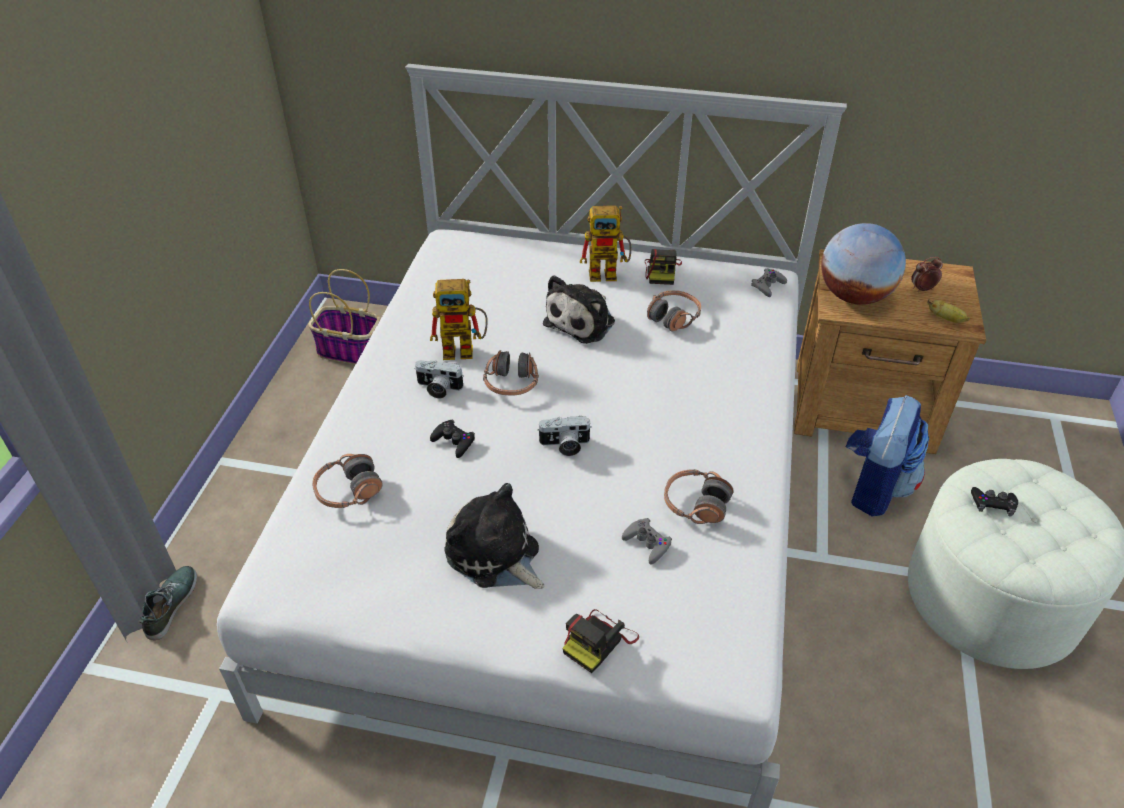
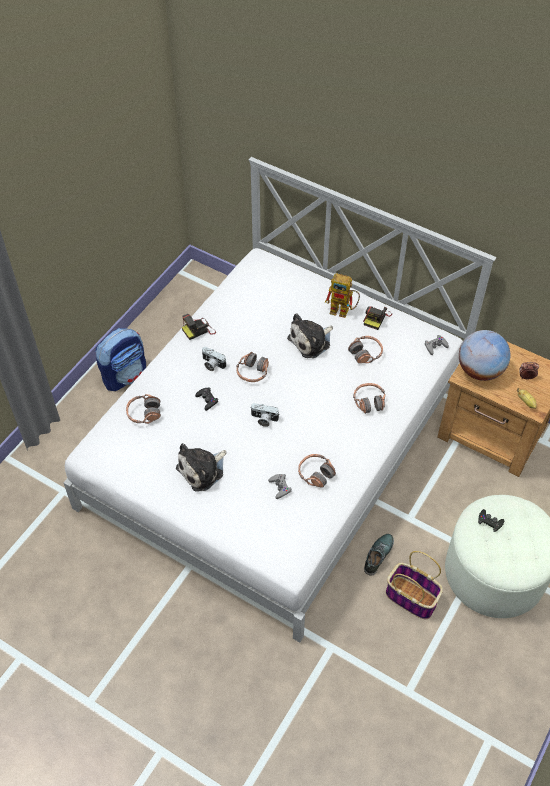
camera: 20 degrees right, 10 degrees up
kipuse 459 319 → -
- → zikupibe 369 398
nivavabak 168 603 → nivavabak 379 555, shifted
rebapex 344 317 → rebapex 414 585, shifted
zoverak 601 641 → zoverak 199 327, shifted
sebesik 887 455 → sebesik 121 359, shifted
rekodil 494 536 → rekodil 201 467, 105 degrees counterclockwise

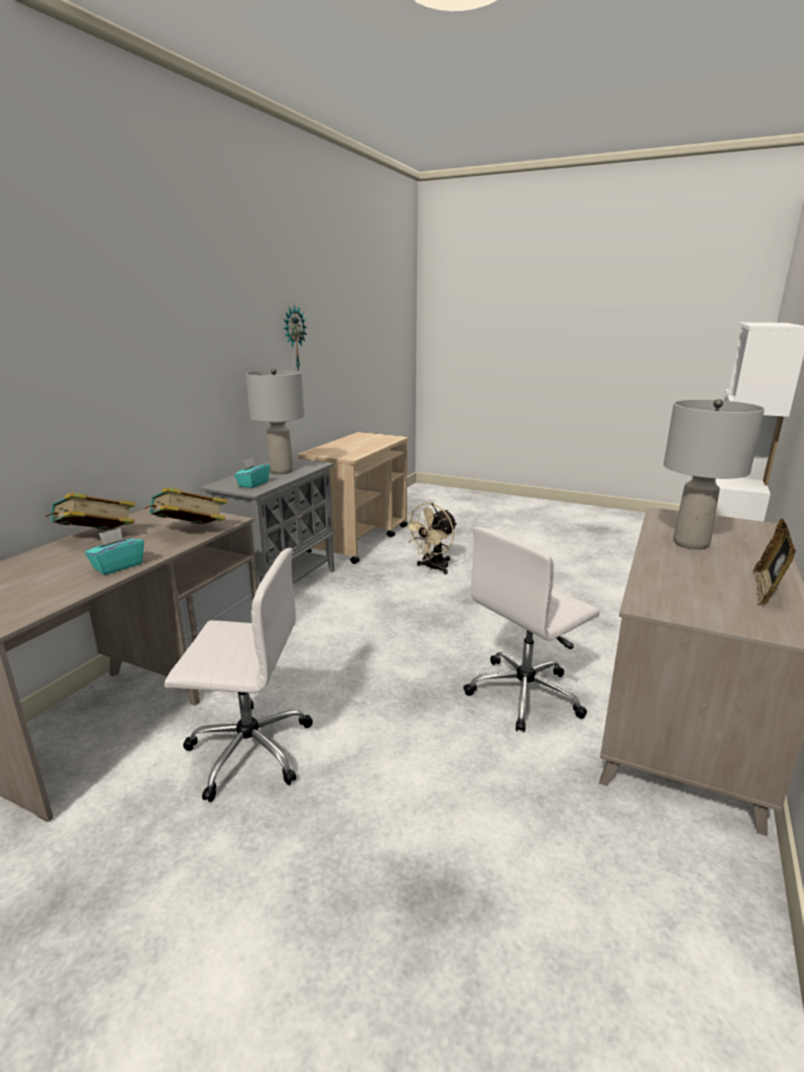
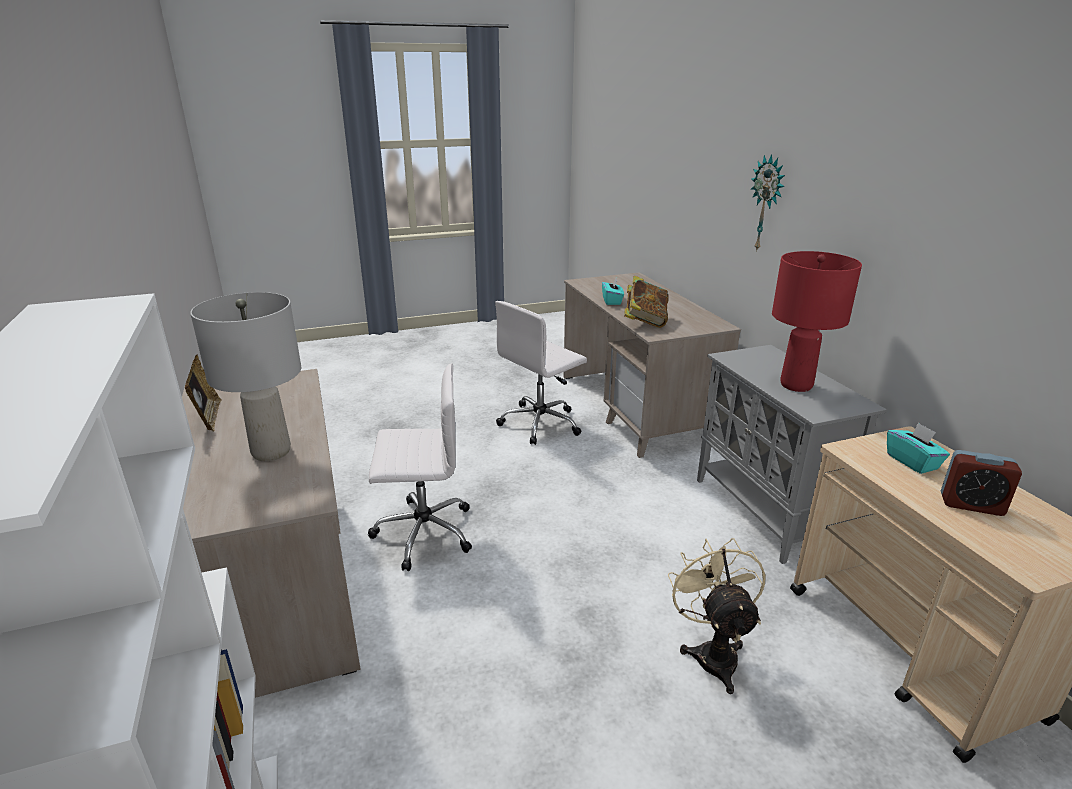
camera: 135 degrees right, 5 degrees up
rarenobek 90 511 → -
- → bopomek 981 483
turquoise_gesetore 252 472 → turquoise_gesetore 918 448, shifted
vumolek 295 338 → vumolek 768 203, shifted
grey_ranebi 274 421 → red_ranebi 817 321
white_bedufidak 531 629 → white_bedufidak 420 467, 75 degrees clockwise

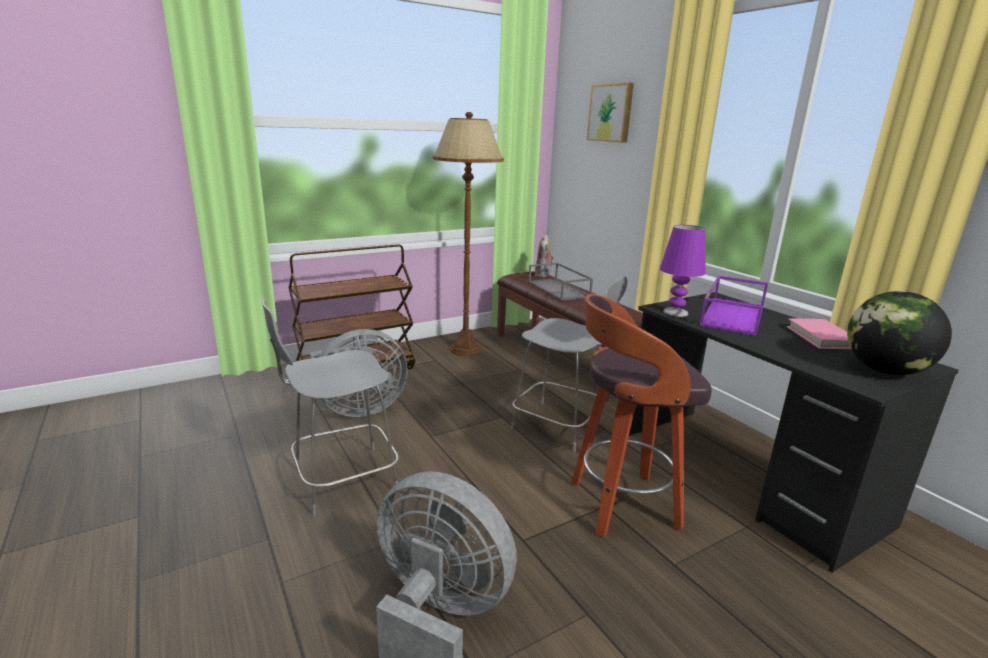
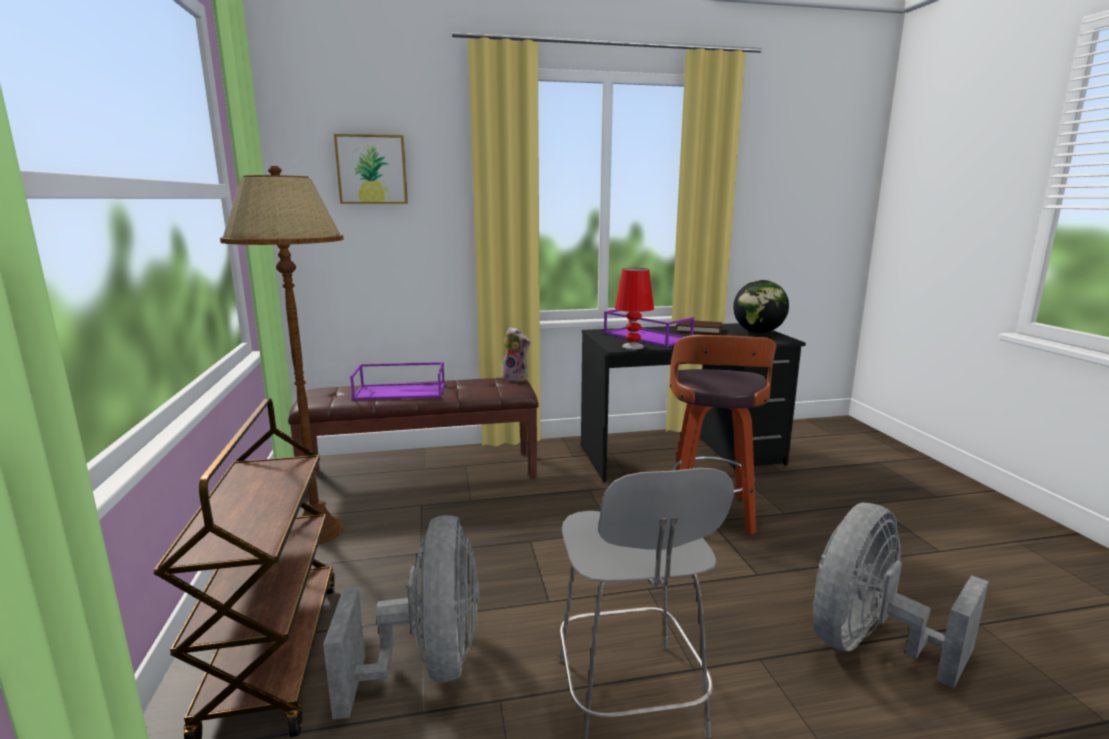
camera: 70 degrees left, 5 degrees down
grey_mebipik 569 364 → -
rekodil 544 256 → rekodil 516 354, shifted
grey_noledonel 560 282 → purple_noledonel 397 381
purple_ranebi 683 271 → red_ranebi 634 308
pink_rarenobek 819 333 → brown_rarenobek 699 327

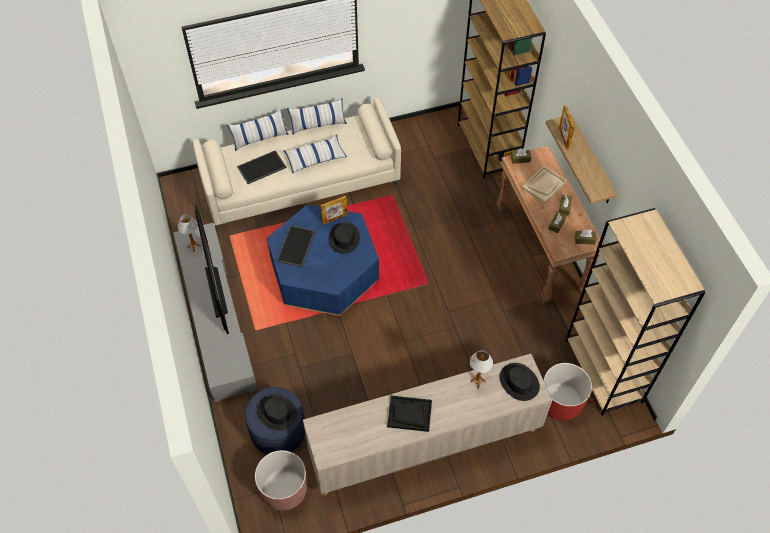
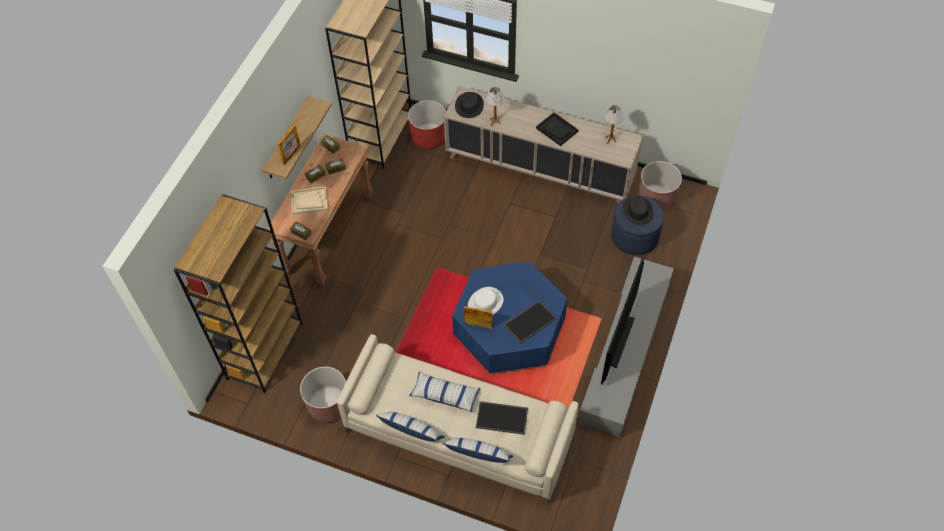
camera: 140 degrees left, 0 degrees up
- → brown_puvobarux 323 394
ranebi 189 233 → ranebi 614 124, shifted
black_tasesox 344 238 → white_tasesox 486 301

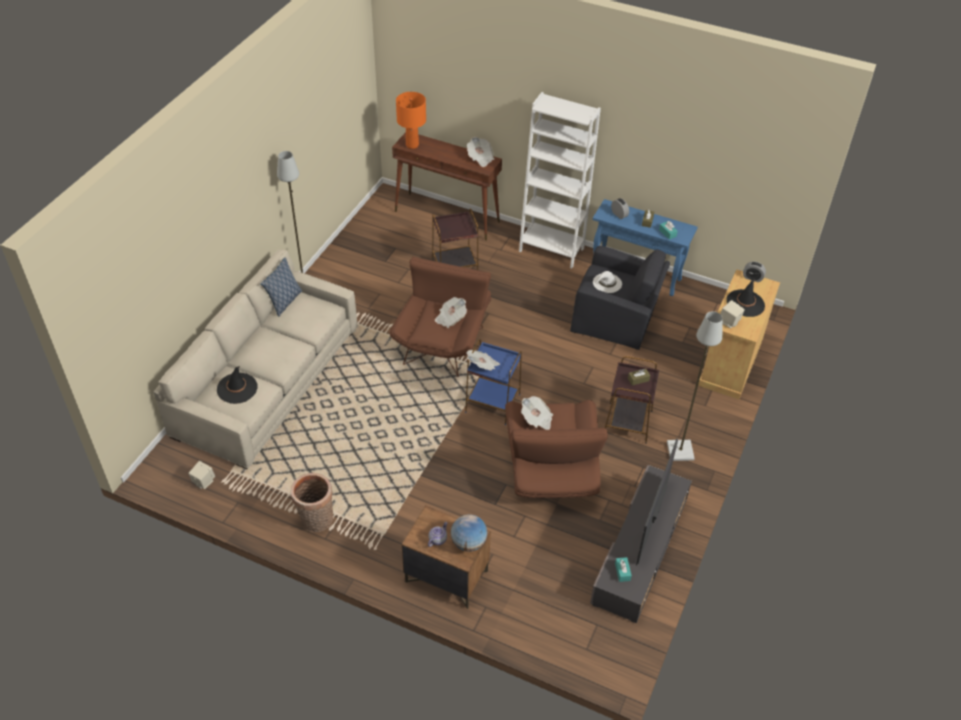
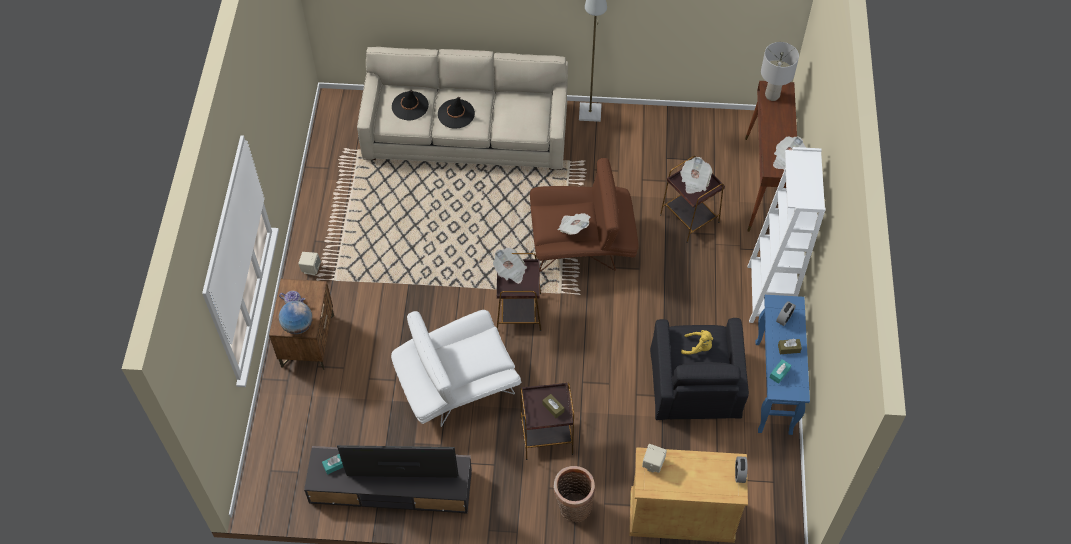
camera: 70 degrees right, 10 degrees up
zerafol 281 287 → -
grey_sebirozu 695 386 → -
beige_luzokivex 201 475 → beige_luzokivex 309 264, shifted
rebapex 312 502 → rebapex 574 494, shifted
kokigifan 537 413 → kokigifan 696 175, shifted
black_tasesox 745 298 → black_tasesox 456 113, shifted
white_tasesox 607 282 → yellow_rekodil 697 342
orange_ranebi 411 120 → grey_ranebi 780 71
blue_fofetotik 493 382 → brown_fofetotik 519 292
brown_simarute 556 449 → white_simarute 456 368

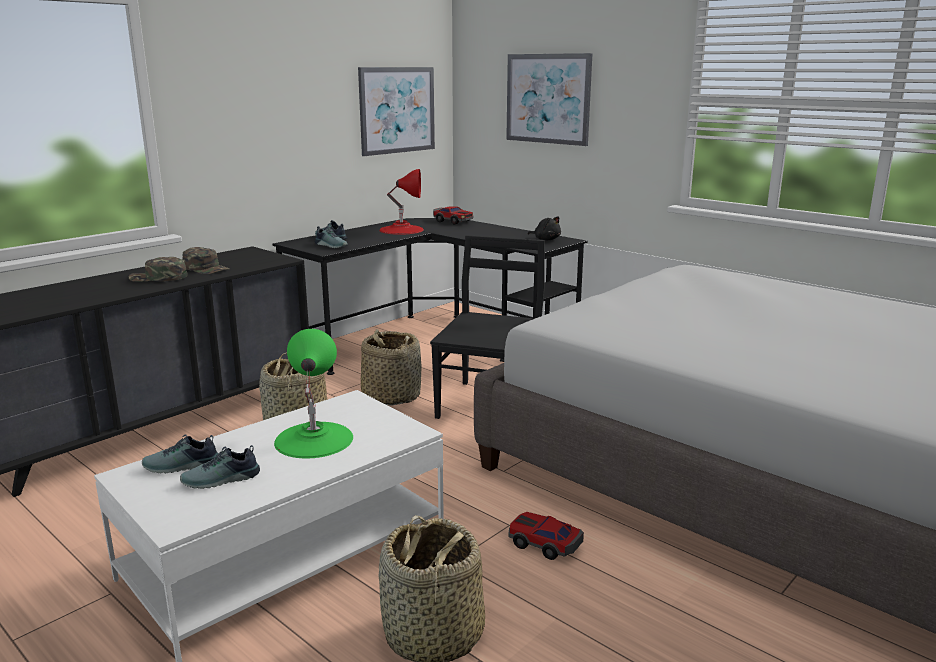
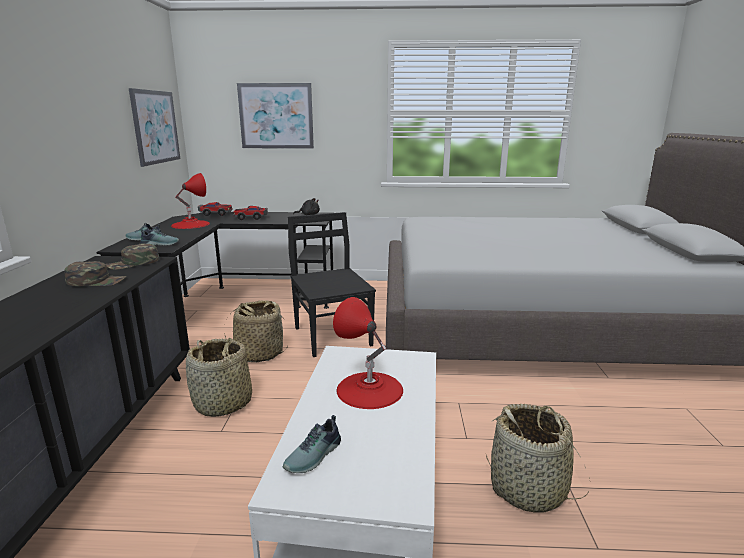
camera: 40 degrees left, 0 degrees up
nivavabak 220 467 → -
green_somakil 158 269 → green_somakil 132 257, shifted
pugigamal 546 536 → pugigamal 250 213, shifted
green_ranebi 313 393 → red_ranebi 368 353

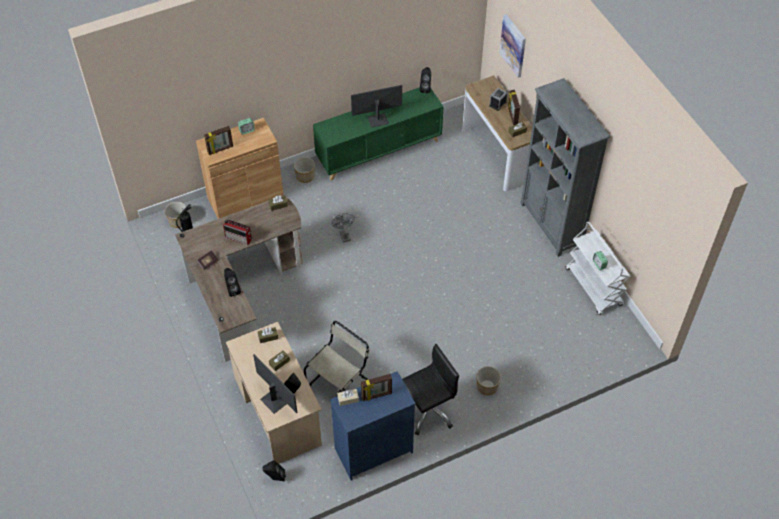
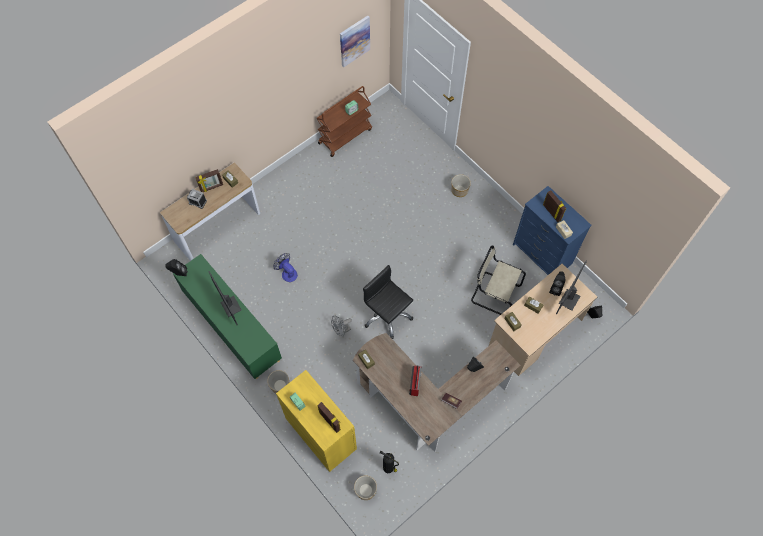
camera: 105 degrees left, 10 degrees up
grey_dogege 565 167 → -
- → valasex 285 267
black_bedufidak 430 389 → black_bedufidak 388 302, shifted
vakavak 512 46 → vakavak 355 41, shifted
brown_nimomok 240 168 → yellow_nimomok 316 421
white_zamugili 598 268 → brown_zamugili 344 121

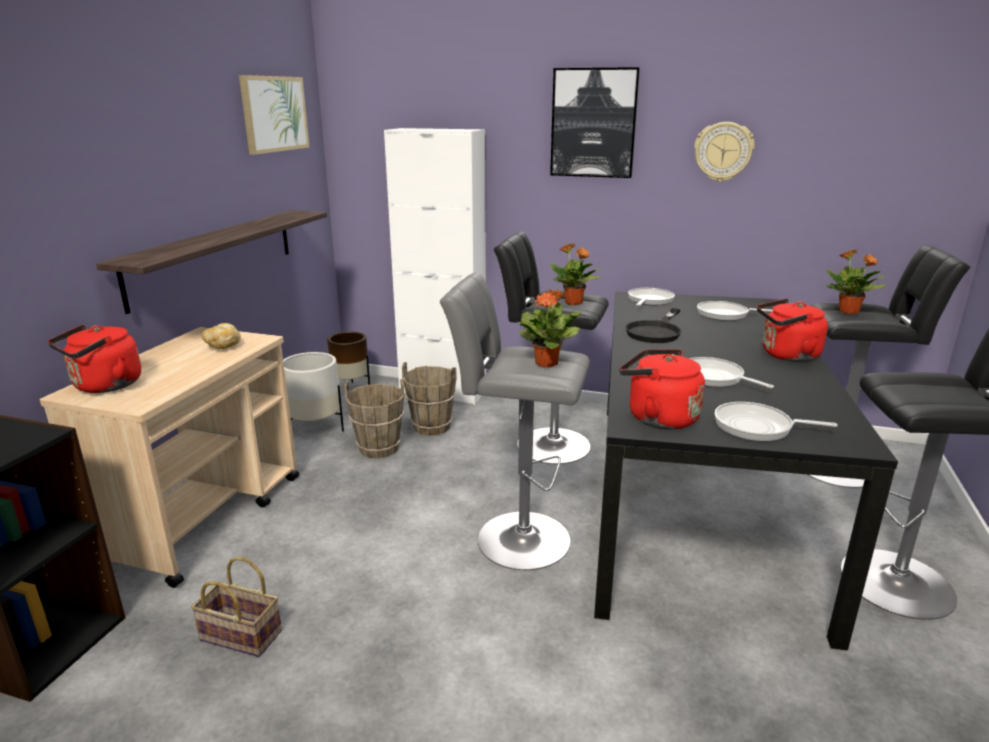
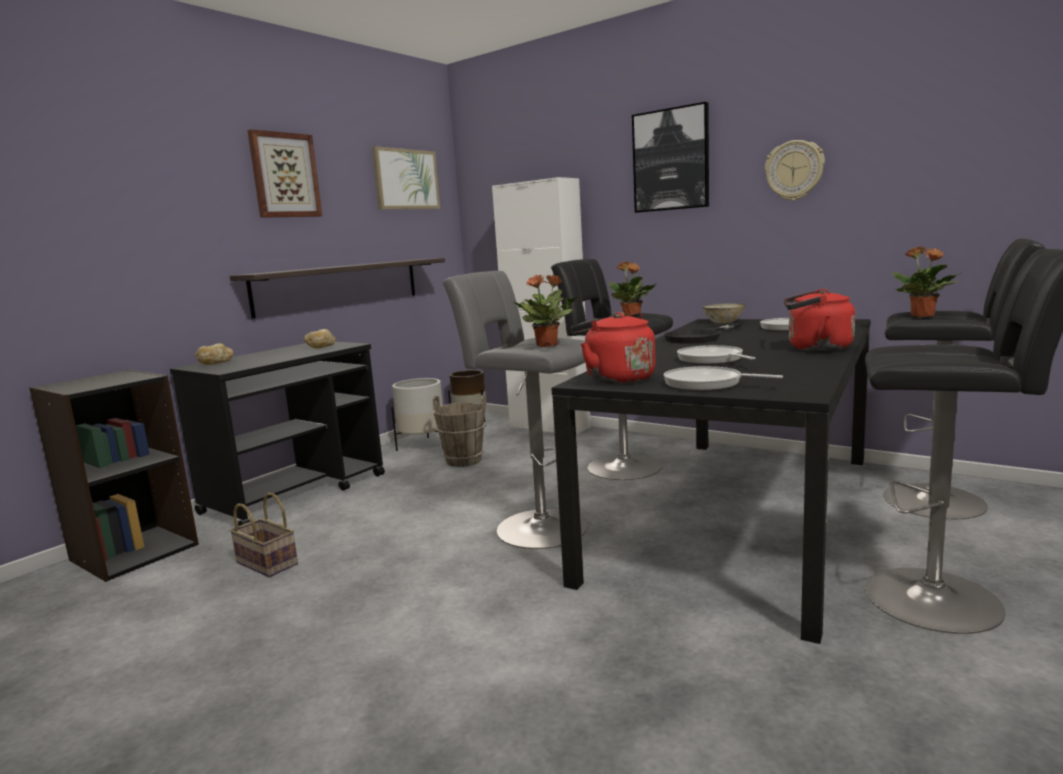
camera: 20 degrees right, 10 degrees down
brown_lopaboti 429 399 → -
- → vakavak 284 173
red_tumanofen 94 358 → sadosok 214 354
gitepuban 651 297 → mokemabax 723 313
beige_zamugili 169 457 → black_zamugili 277 434

